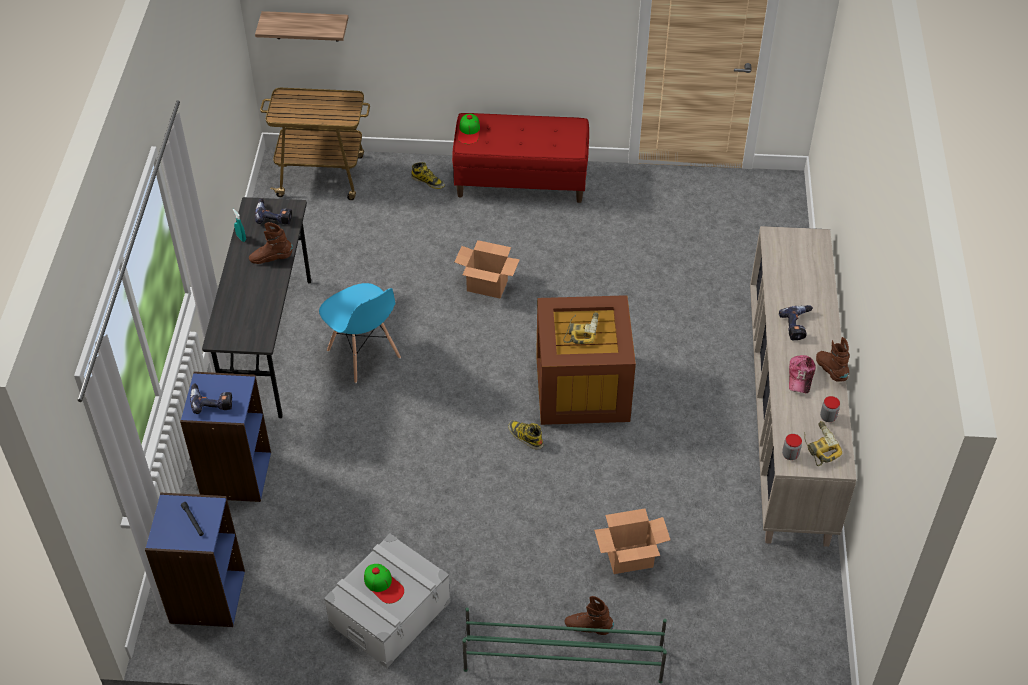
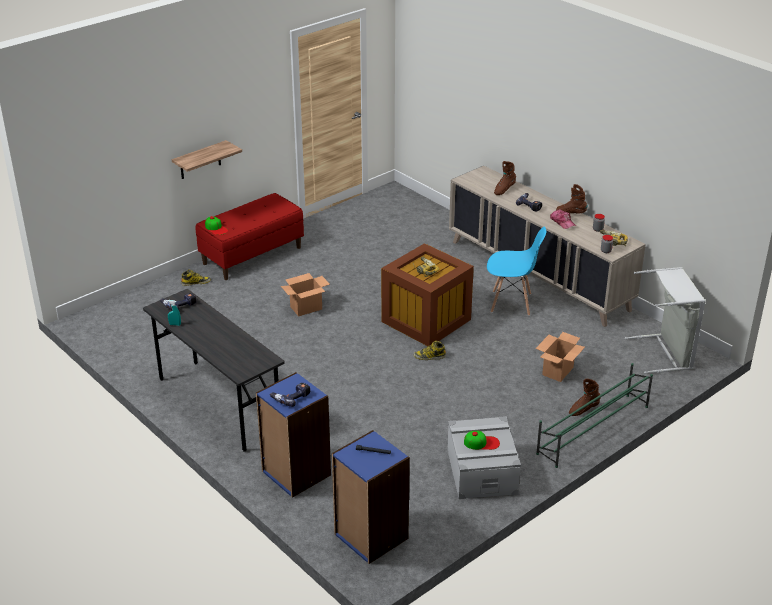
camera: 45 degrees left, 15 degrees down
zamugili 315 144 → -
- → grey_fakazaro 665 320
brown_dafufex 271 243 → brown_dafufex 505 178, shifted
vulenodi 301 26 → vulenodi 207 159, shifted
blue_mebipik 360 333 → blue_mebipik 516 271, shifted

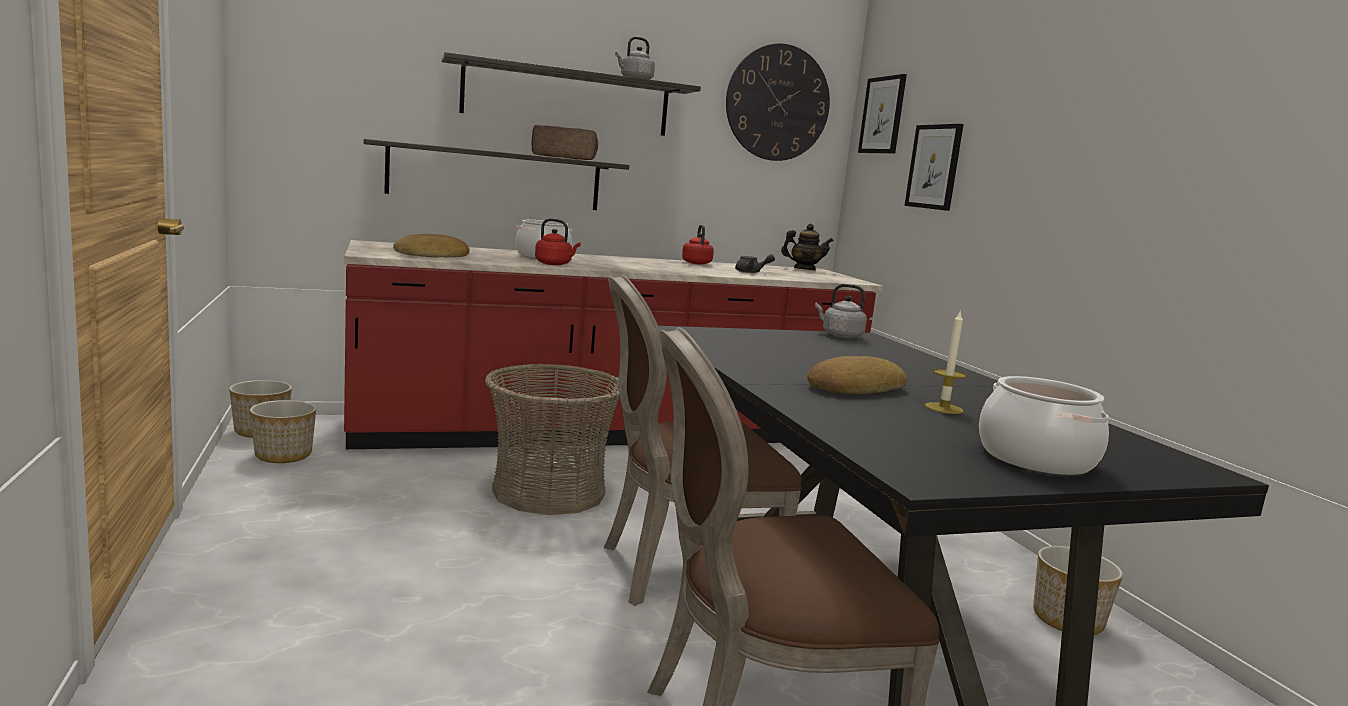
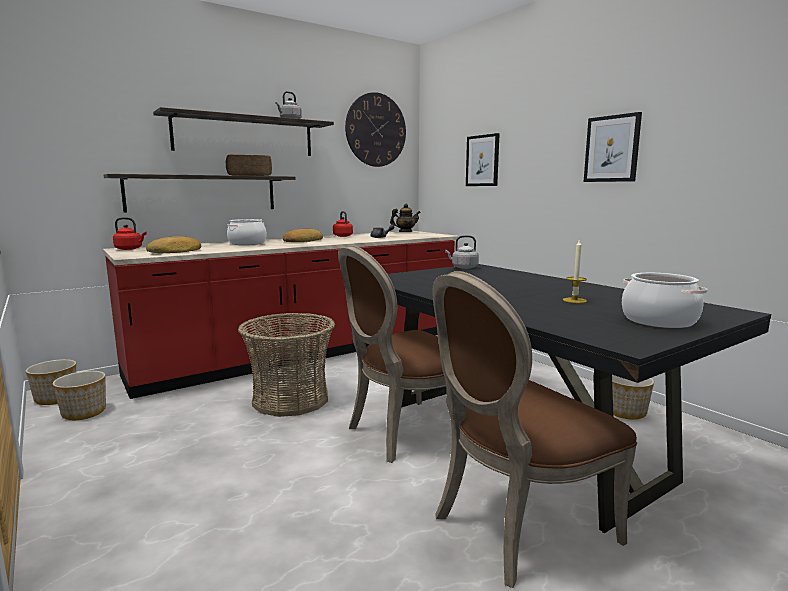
camera: 15 degrees left, 0 degrees up
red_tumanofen 558 242 → red_tumanofen 130 233, shifted
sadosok 857 375 → sadosok 303 235, shifted
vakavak 882 114 → vakavak 613 147, shifted

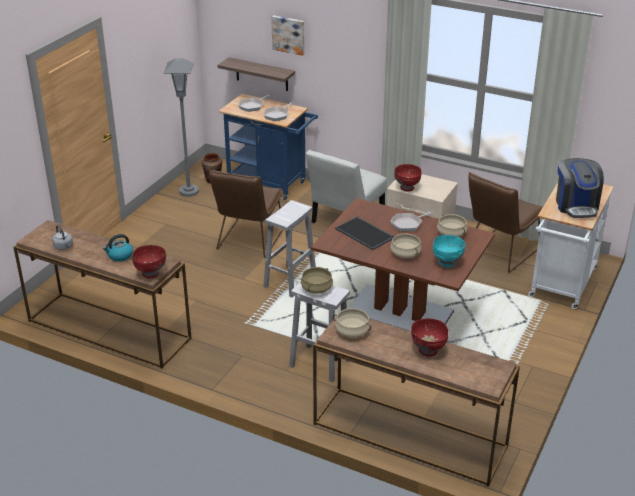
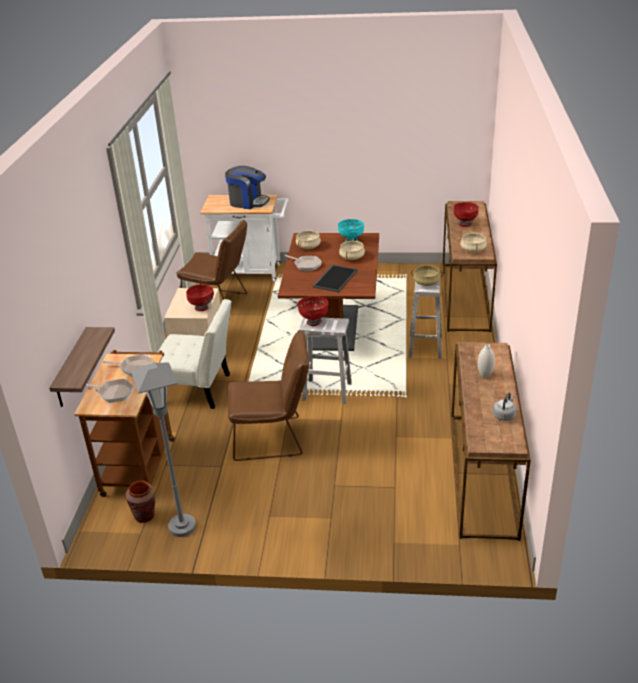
camera: 110 degrees left, 0 degrees up
vakavak 288 35 → -
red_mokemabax 149 261 → red_mokemabax 312 311, shifted
tumanofen 118 248 → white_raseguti 486 361
blue_zamugili 268 147 → brown_zamugili 124 423
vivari 580 188 → vivari 247 187, 45 degrees clockwise

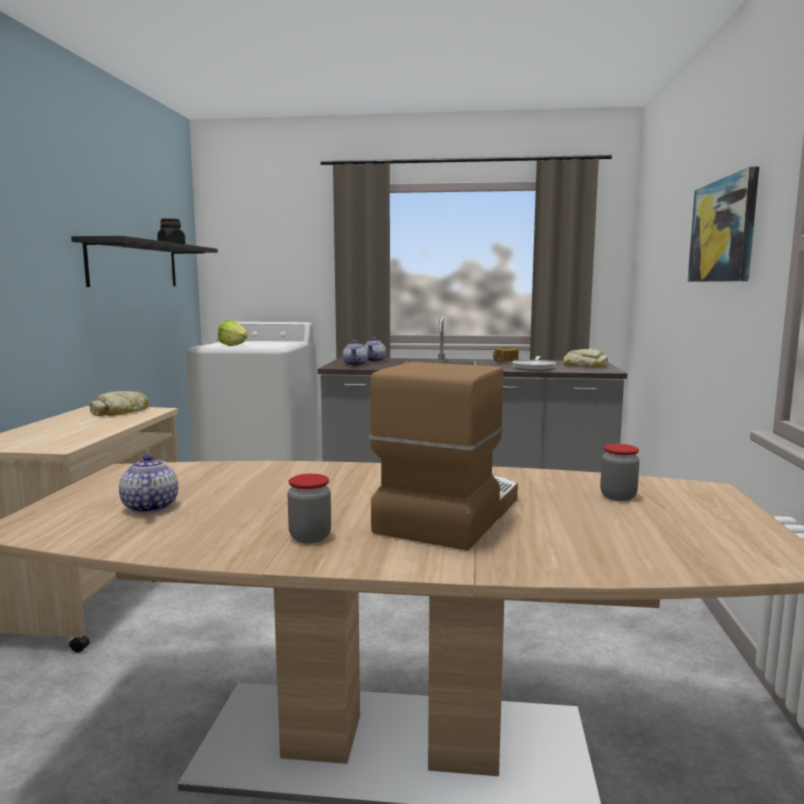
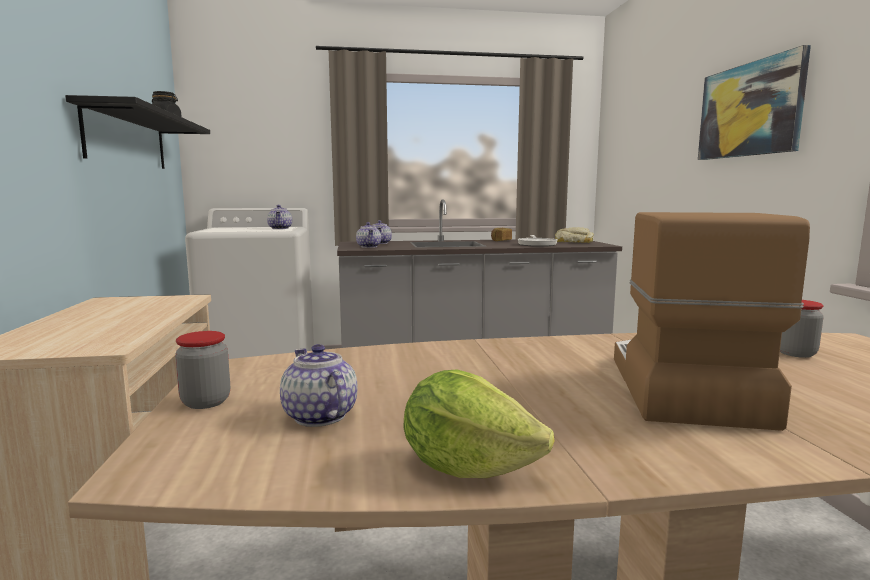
camera: 15 degrees left, 0 degrees up
sadosok 119 403 → -
- → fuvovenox 279 217
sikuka 233 333 → sikuka 479 423, shifted
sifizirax 309 508 → sifizirax 202 370, shifted

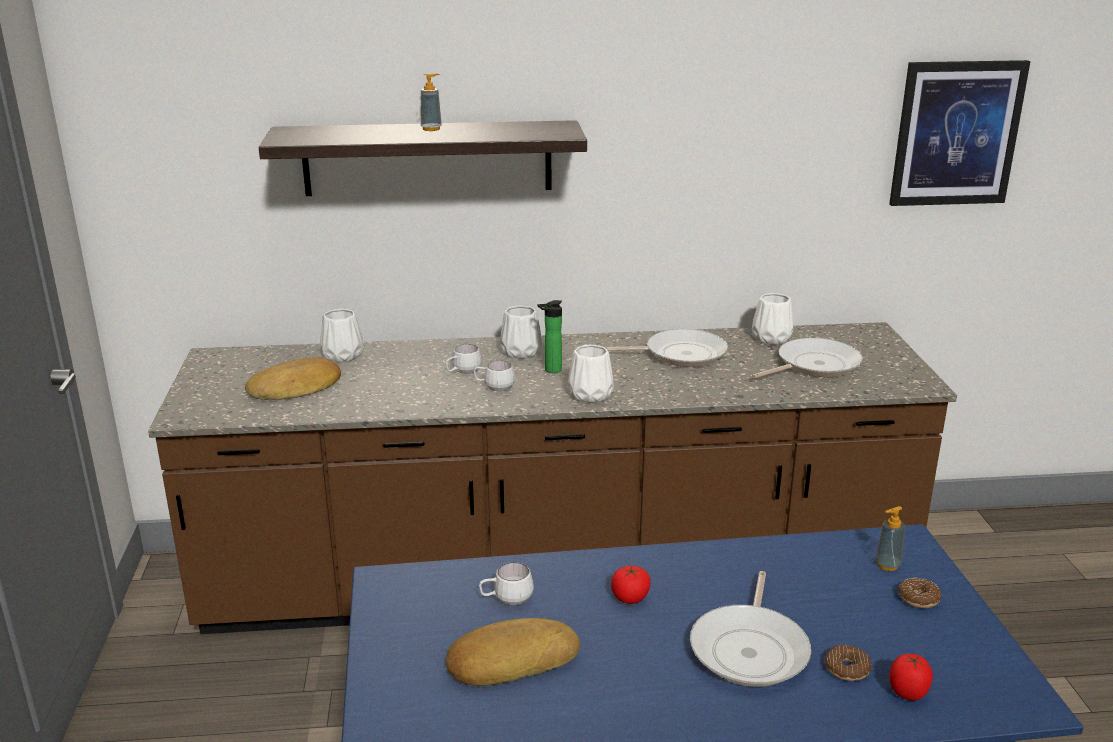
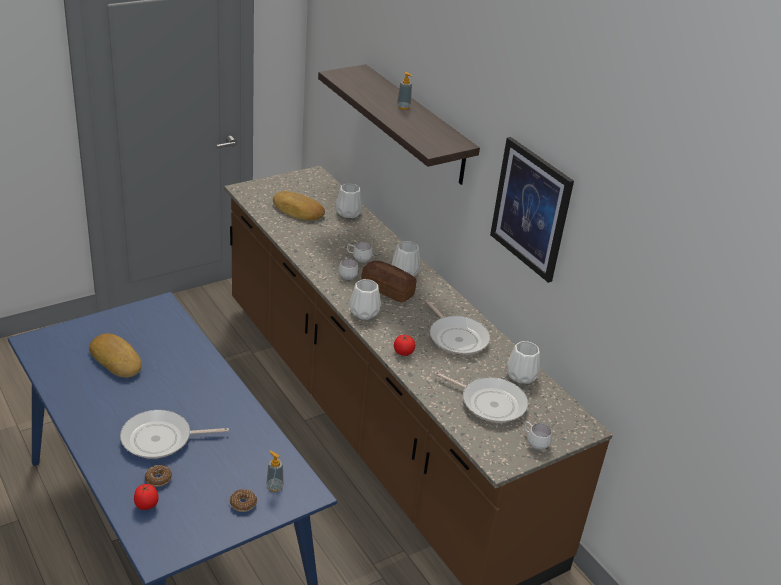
camera: 60 degrees right, 10 degrees up
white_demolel 506 583 → white_demolel 538 436, shifted
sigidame 631 584 → sigidame 404 345, shifted
vakavak 959 133 → vakavak 532 210, shifted
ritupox 550 336 → sadosok 389 281

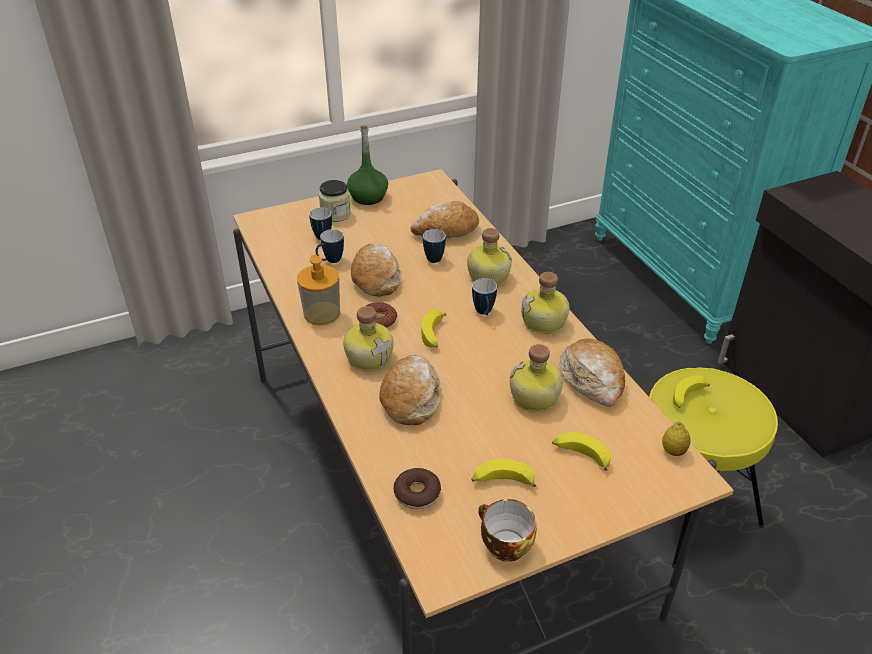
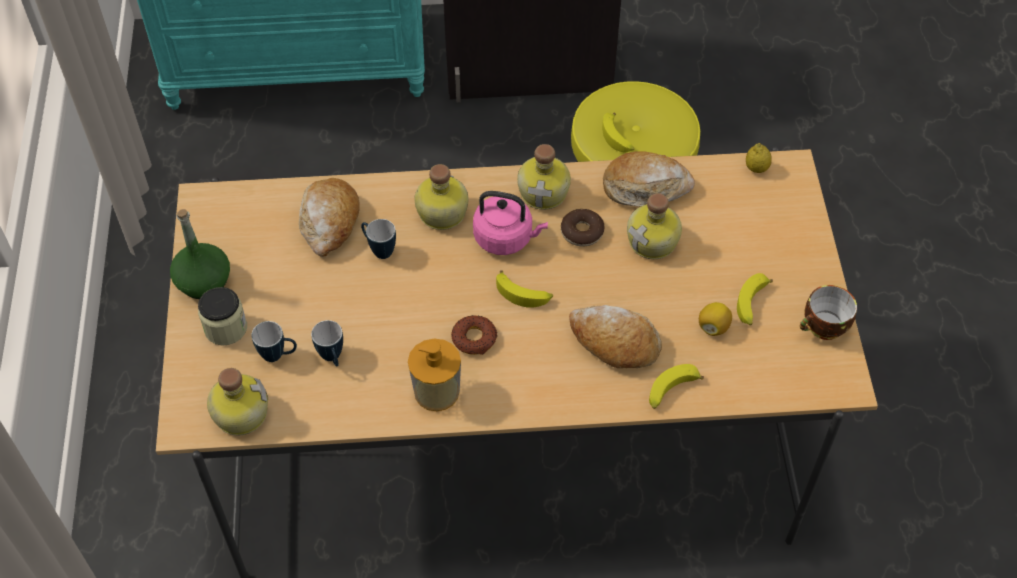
camera: 70 degrees left, 15 degrees up
sadosok 376 270 → -
- → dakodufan 715 319
ritupox 368 338 → ritupox 237 401, shifted
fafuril 417 488 → fafuril 583 227, shifted
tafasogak 581 451 → tafasogak 676 386, shifted
demolel 484 296 → pink_tumanofen 510 223

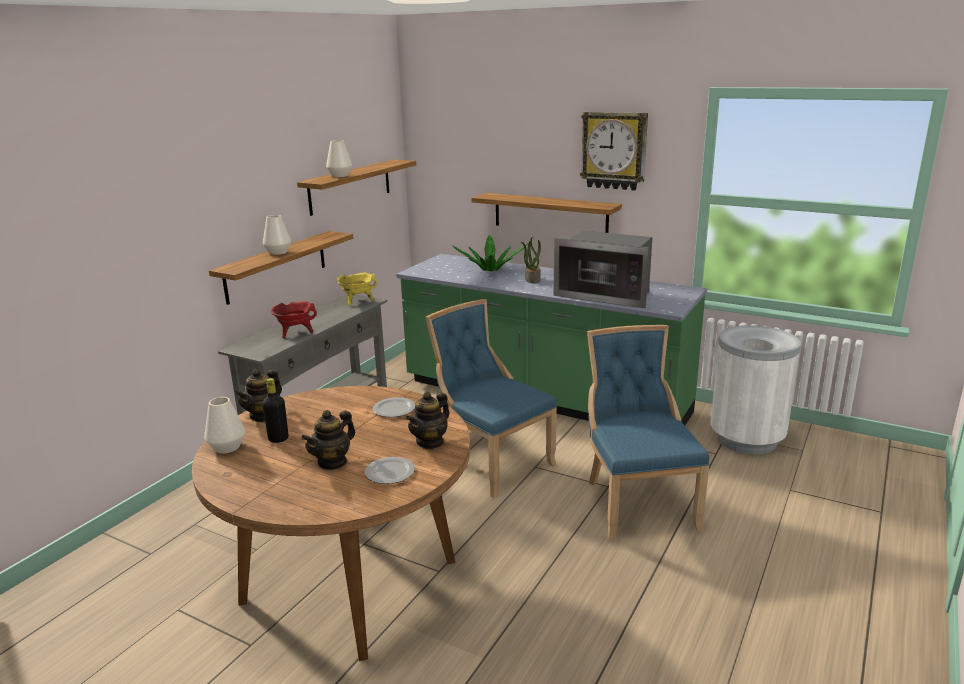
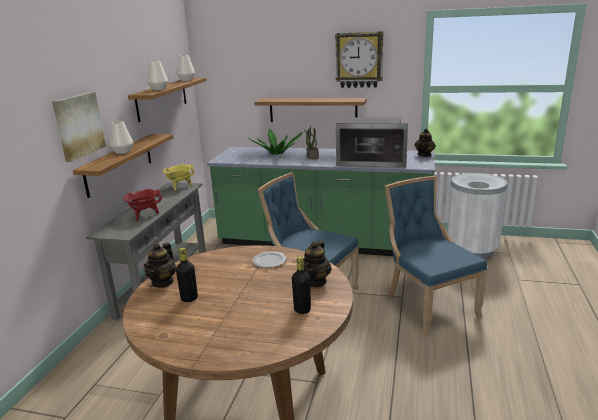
camera: 15 degrees left, 0 degrees up
- → vakavak 79 127
white_raseguti 224 425 → white_raseguti 186 68, shifted
fuvovenox 328 440 → fuvovenox 425 142, shifted
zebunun 390 470 → black_ritupox 301 285

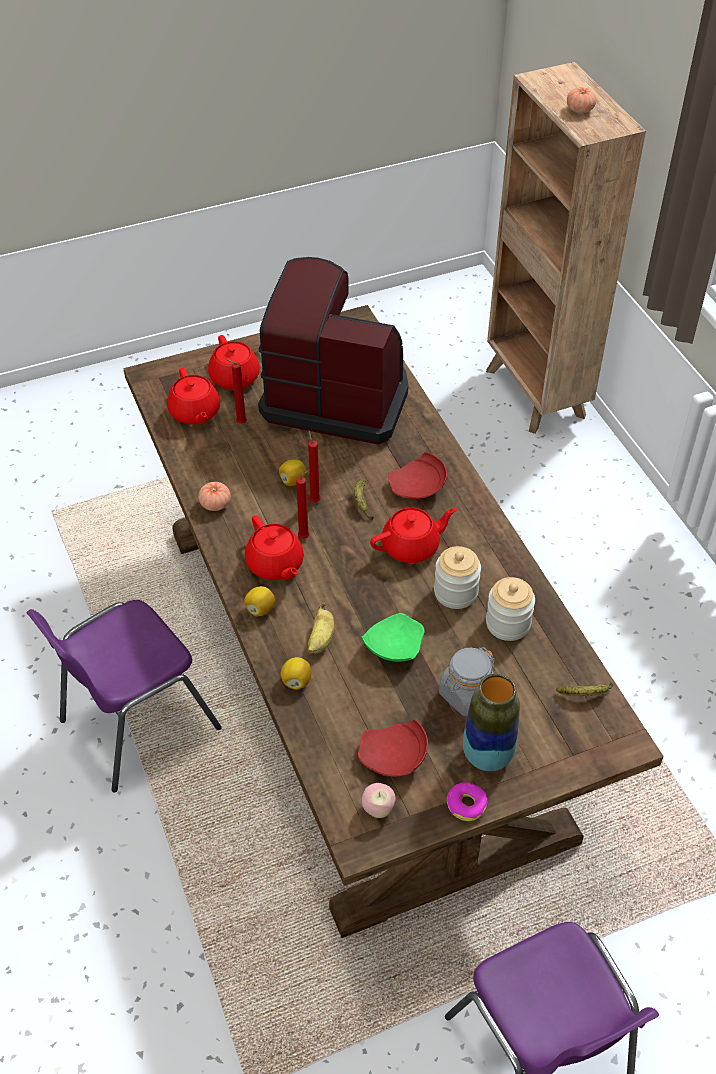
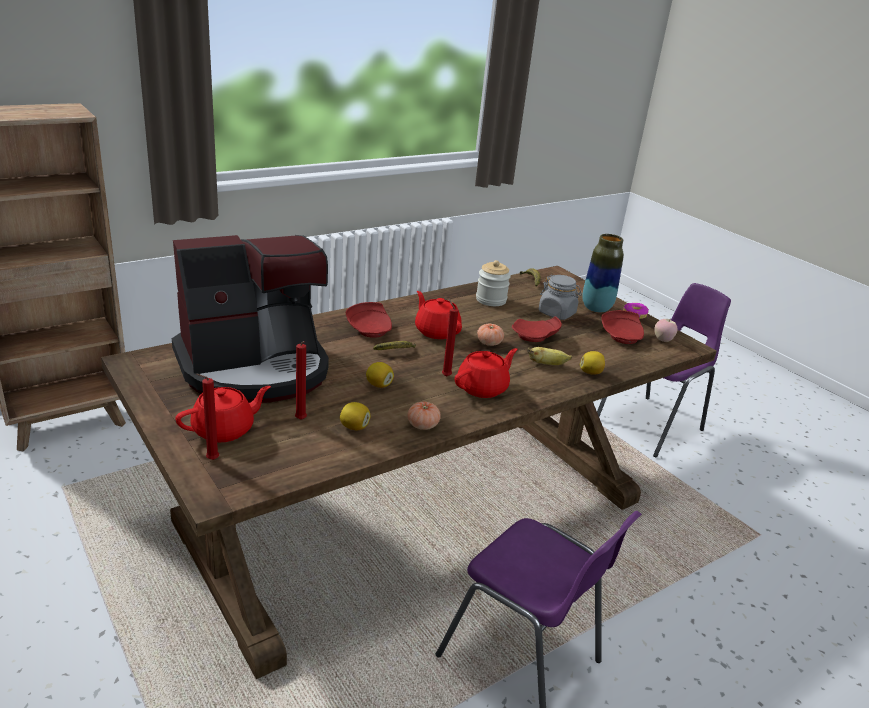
camera: 105 degrees left, 20 degrees down
red_fuvovenox 193 396 → -
sifizirax 457 577 → -
dakodufan 259 601 → dakodufan 355 416, shifted
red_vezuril 314 466 → red_vezuril 207 417, shifted
sigidame 581 100 → sigidame 490 335, shifted
green_zebunun 393 637 → red_zebunun 537 329
vivari 333 350 → vivari 250 319, 120 degrees counterclockwise

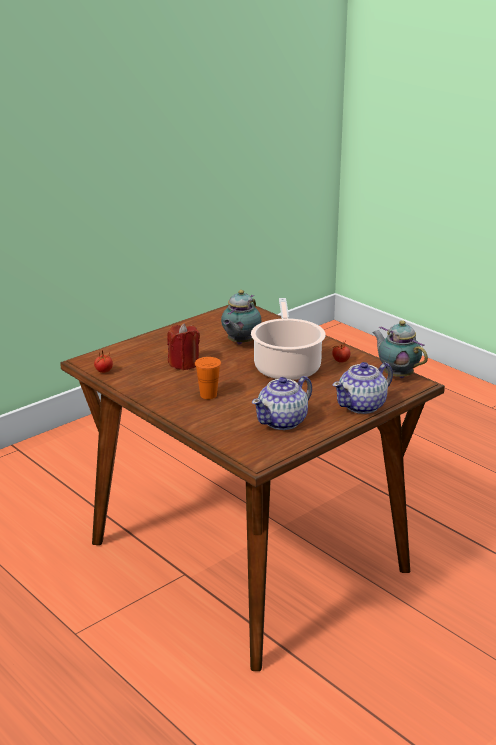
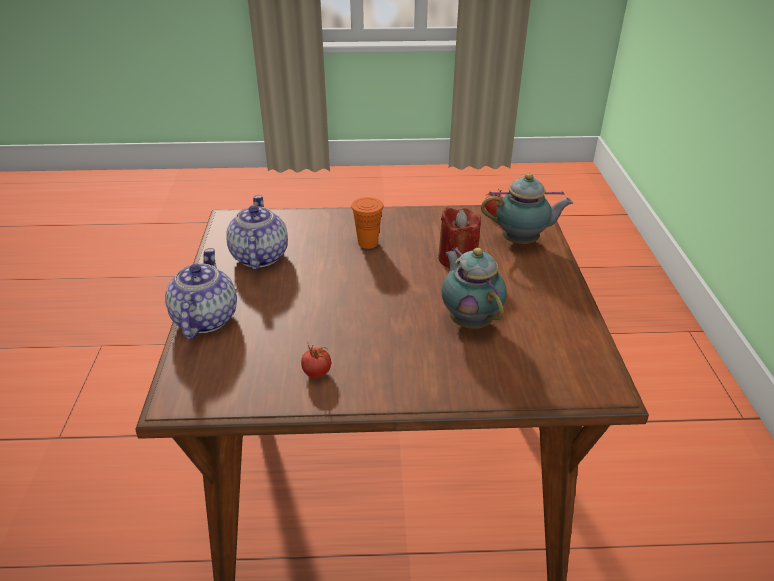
camera: 130 degrees right, 10 degrees up
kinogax 288 339 → -
fuvovenox 400 349 → fuvovenox 527 208, shifted

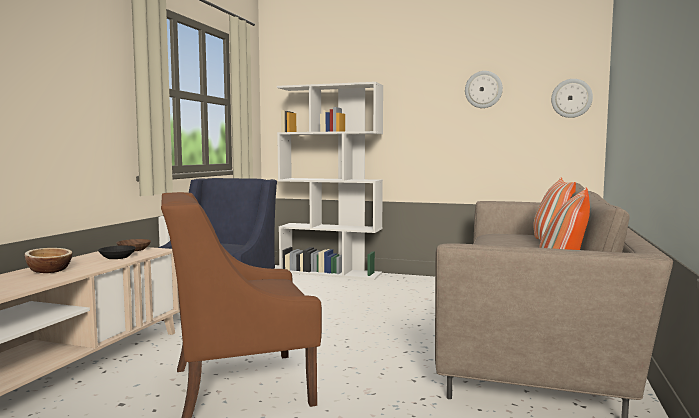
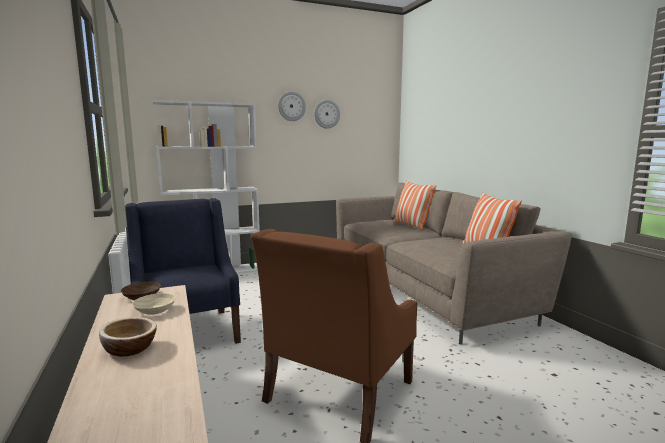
camera: 40 degrees left, 5 degrees up
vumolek 572 98 → vumolek 292 106, shifted
black_mokemabax 117 252 → beige_mokemabax 154 304

